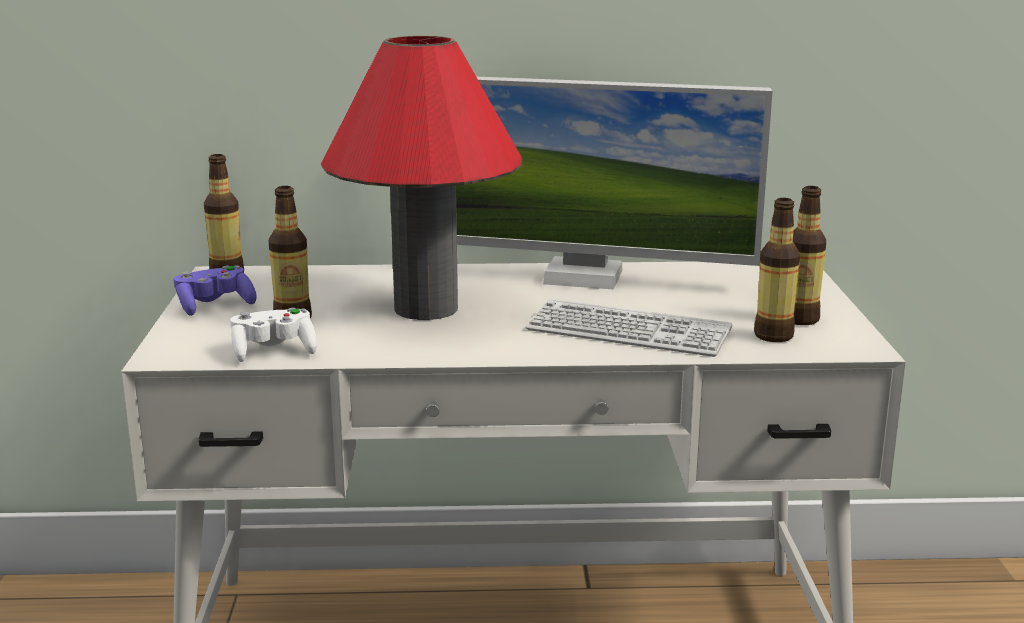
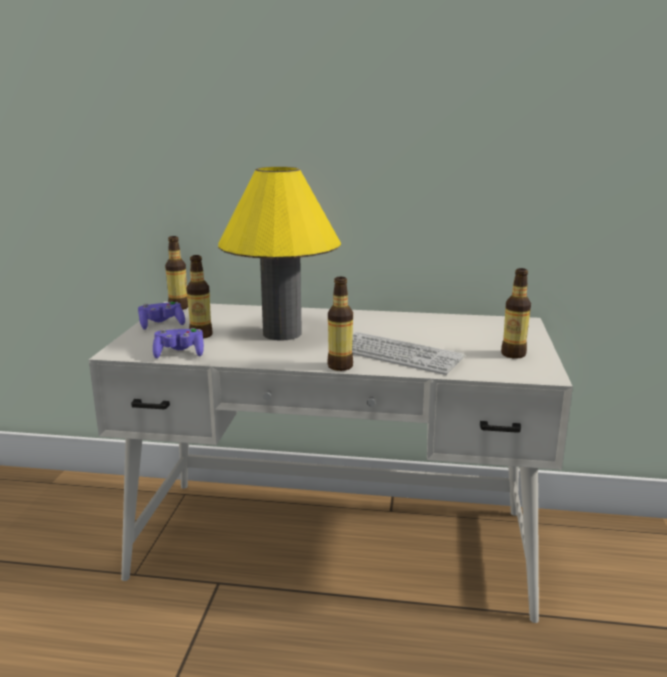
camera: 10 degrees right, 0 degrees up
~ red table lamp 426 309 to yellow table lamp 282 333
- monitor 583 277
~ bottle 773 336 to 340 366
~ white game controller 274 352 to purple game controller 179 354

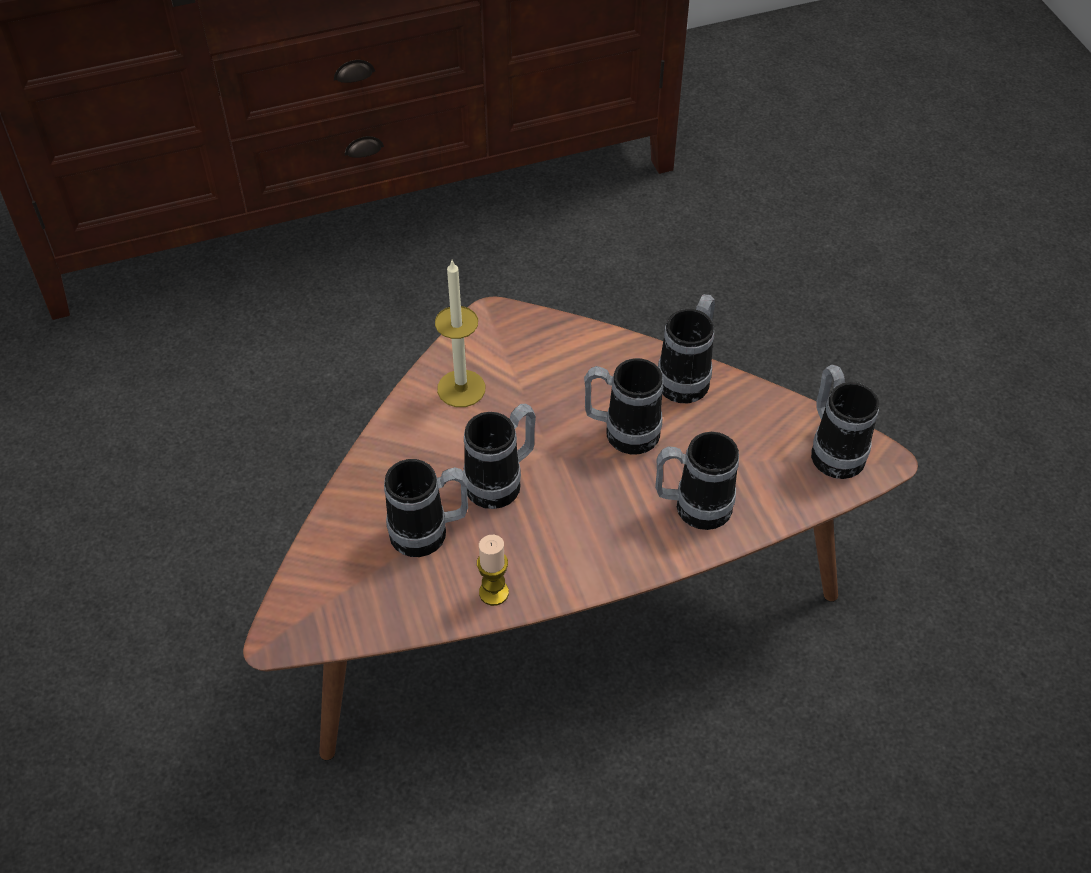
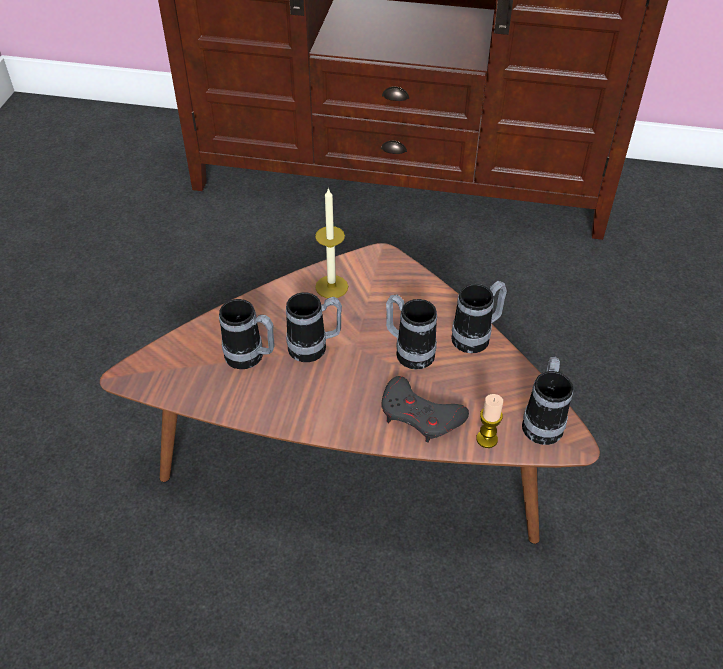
camera: 30 degrees right, 5 degrees down
~ mug 692 508 to grey game controller 420 415
~ candle 494 592 to 487 439

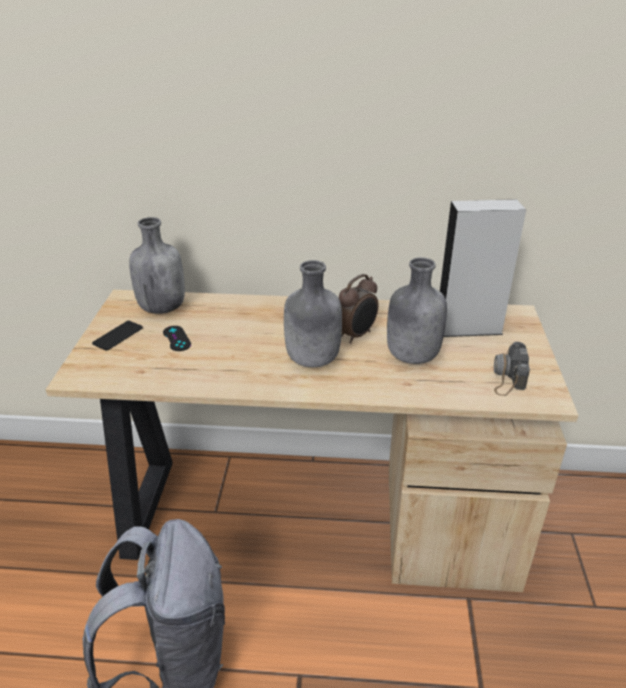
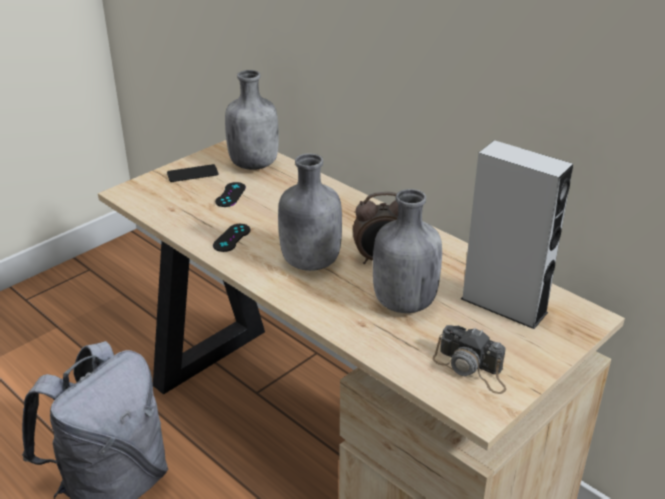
camera: 40 degrees right, 0 degrees up
~ photo camera 508 376 = 471 369 105 degrees counterclockwise
+ black game controller 232 238

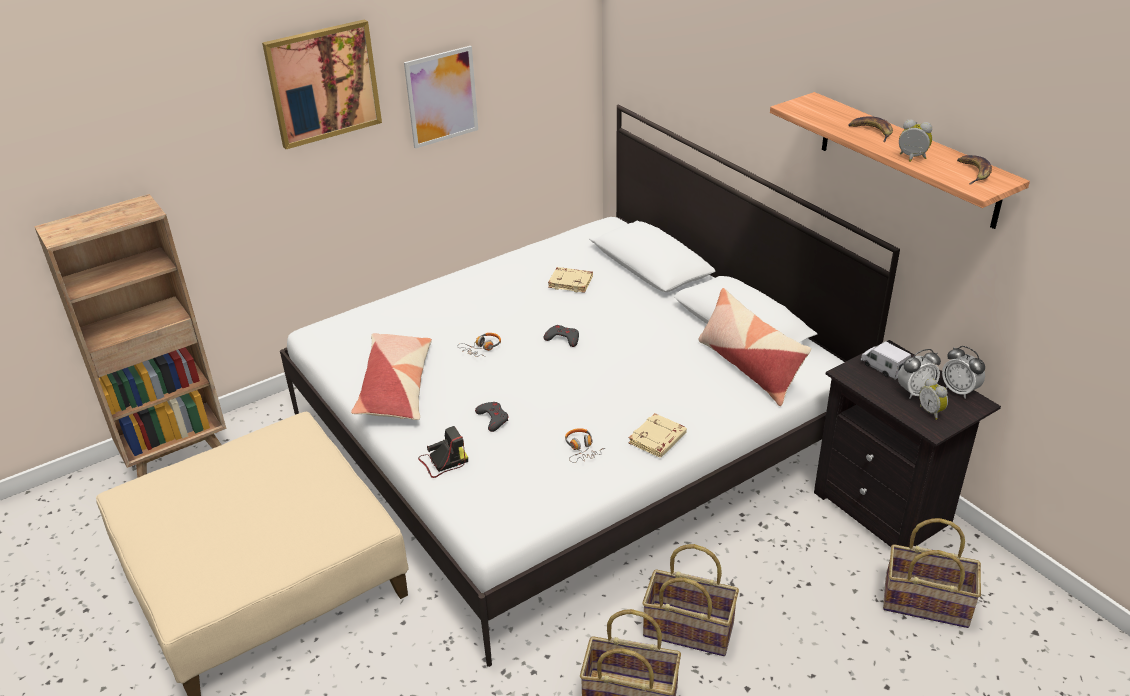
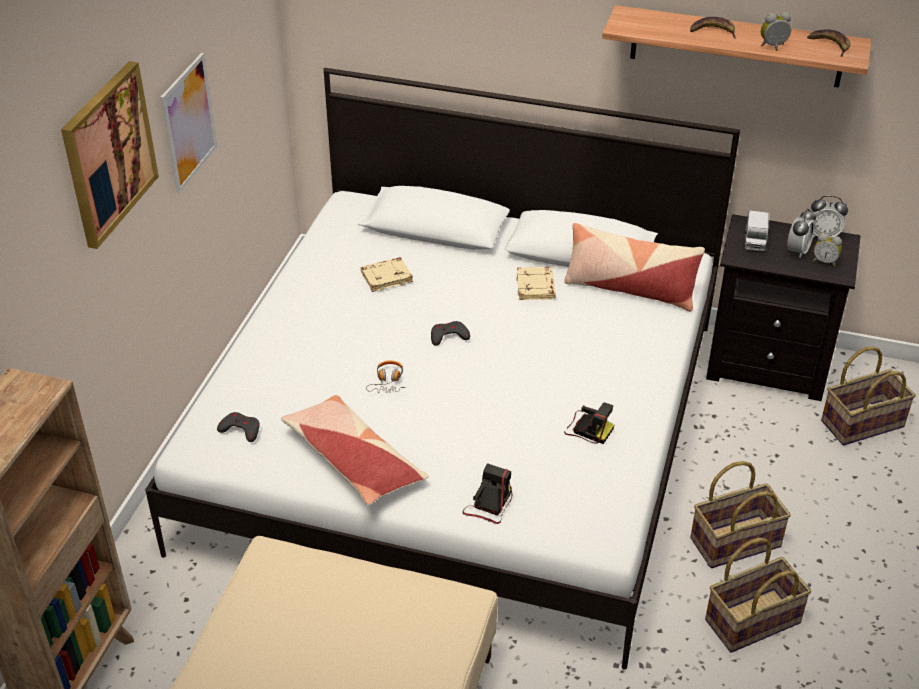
camera: 40 degrees left, 5 degrees up
~ toy truck 883 367 = 755 240 90 degrees counterclockwise
~ grey game controller 493 418 to 240 429
~ beige book 657 440 to 536 287
~ headphones 581 449 to photo camera 588 429

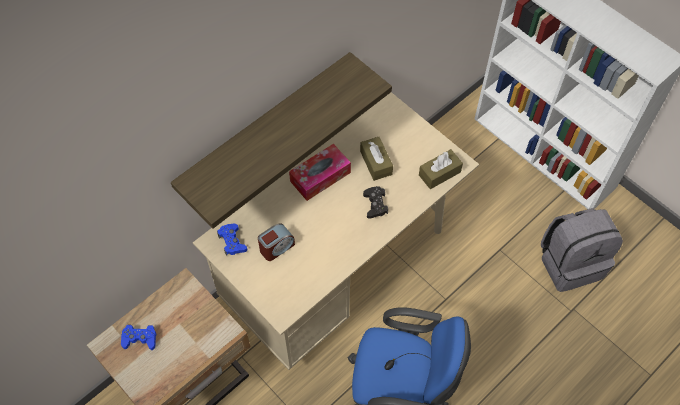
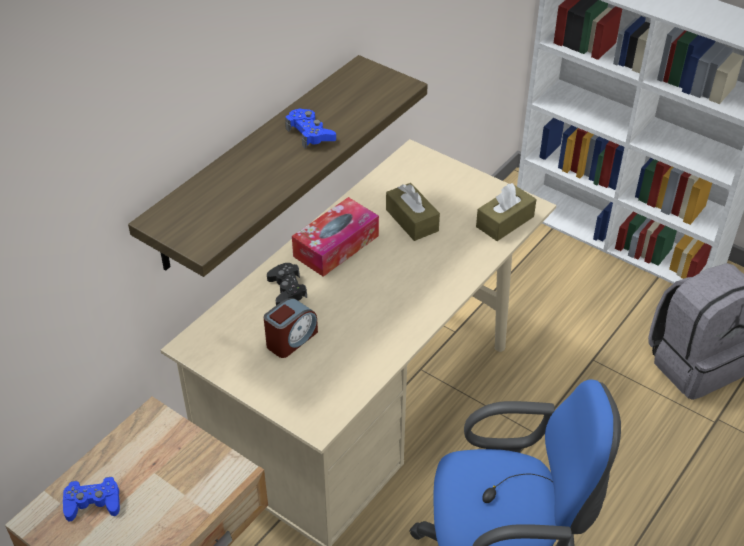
camera: 10 degrees left, 15 degrees down
~ black game controller 375 204 to 287 289
~ blue game controller 232 242 to 310 133

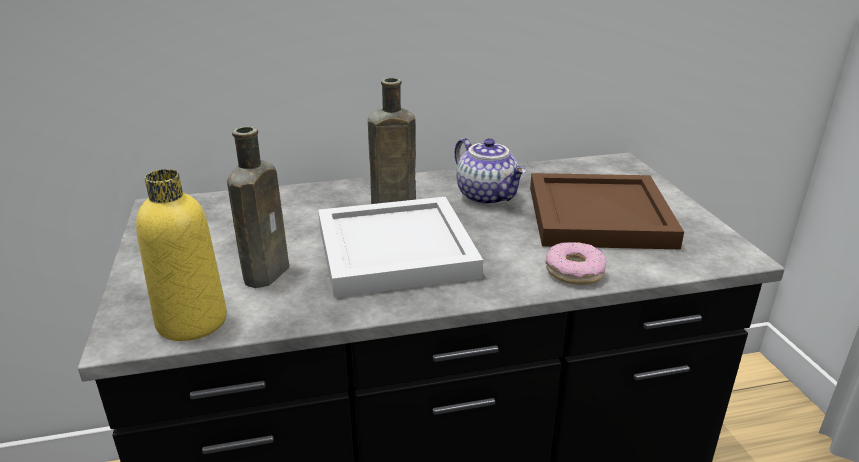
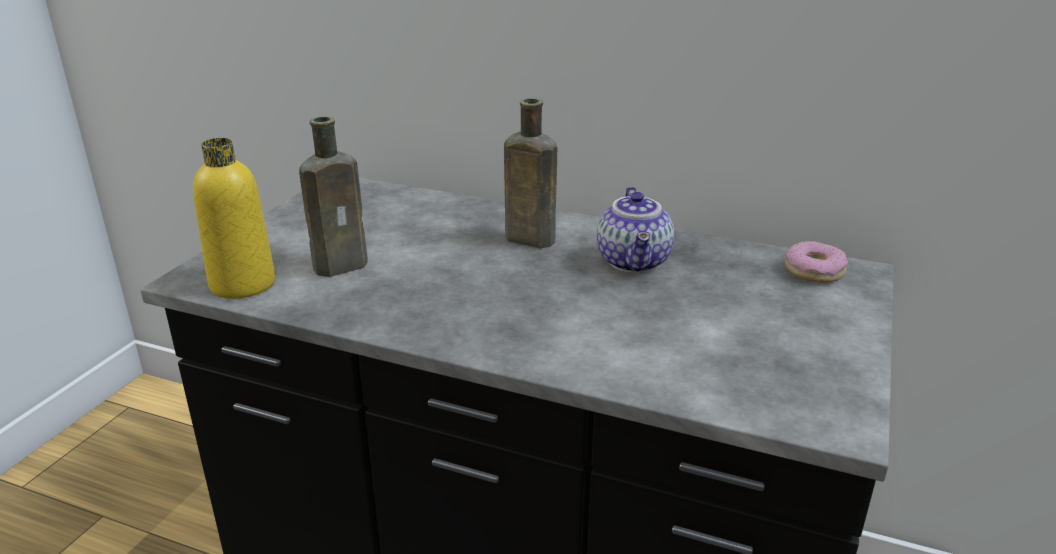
camera: 35 degrees right, 0 degrees up
- brown tray 600 215
- white tray 393 252
~ donut 575 271 to 814 271

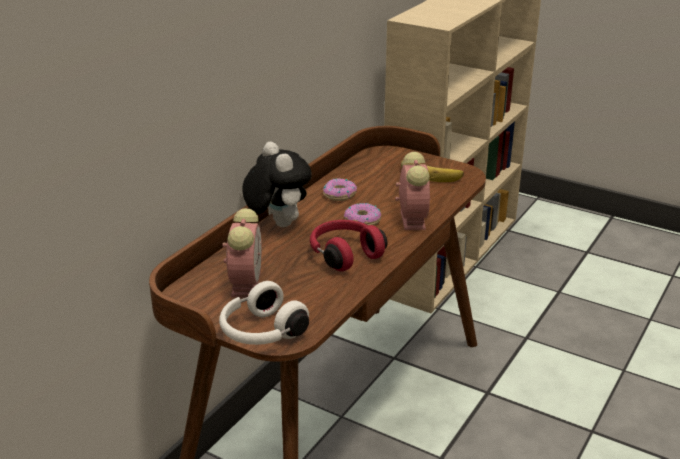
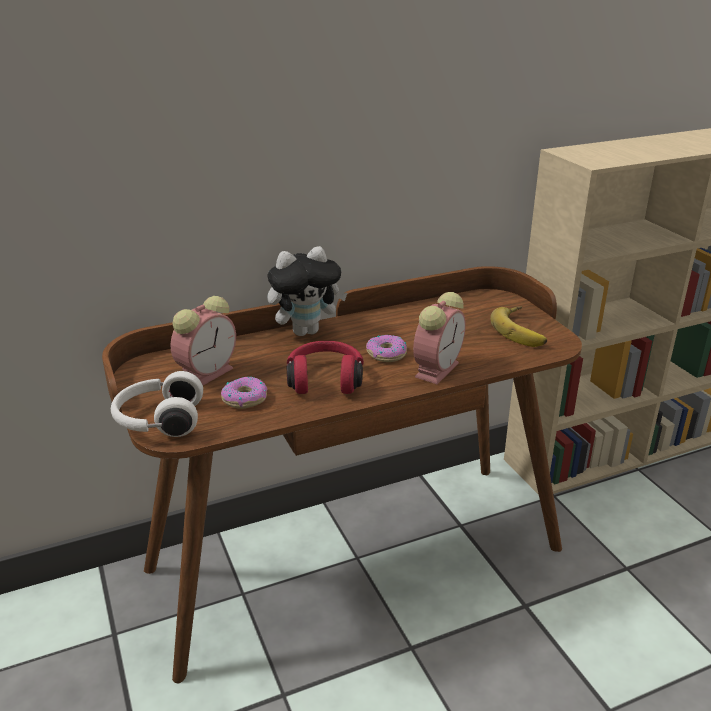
camera: 35 degrees right, 0 degrees up
~ plush toy 277 223 = 306 331 60 degrees clockwise
~ donut 339 194 to 245 398

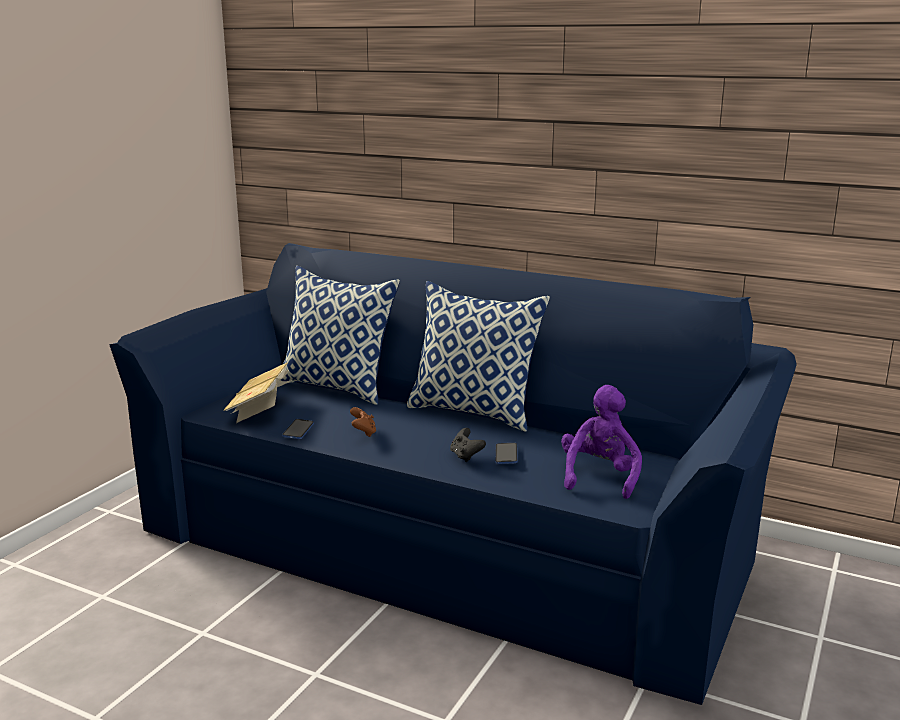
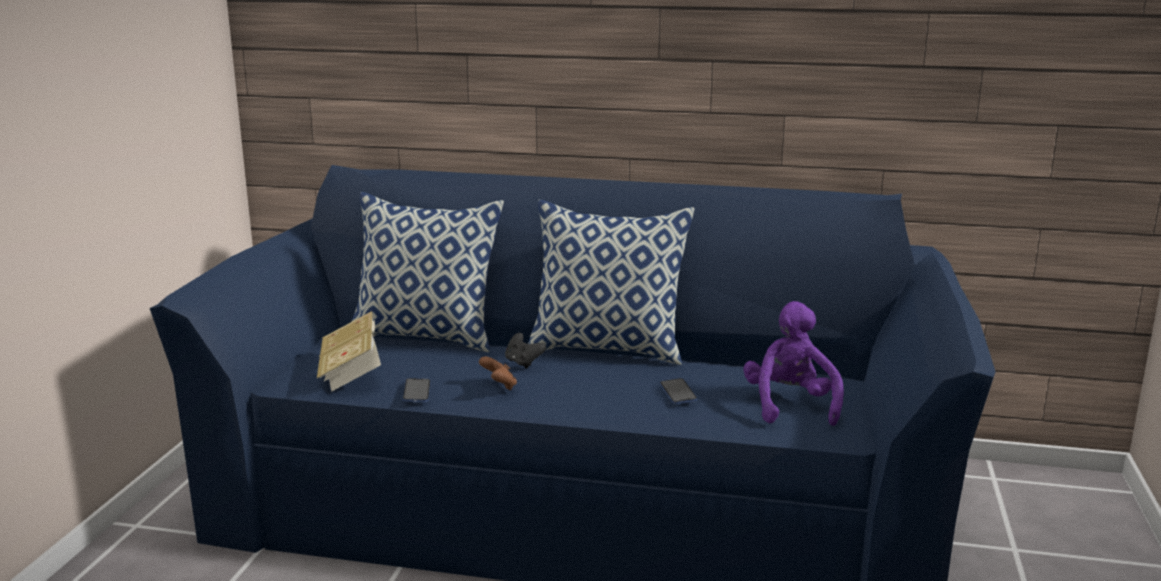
camera: 15 degrees left, 0 degrees up
~ black game controller 466 456 to 523 363

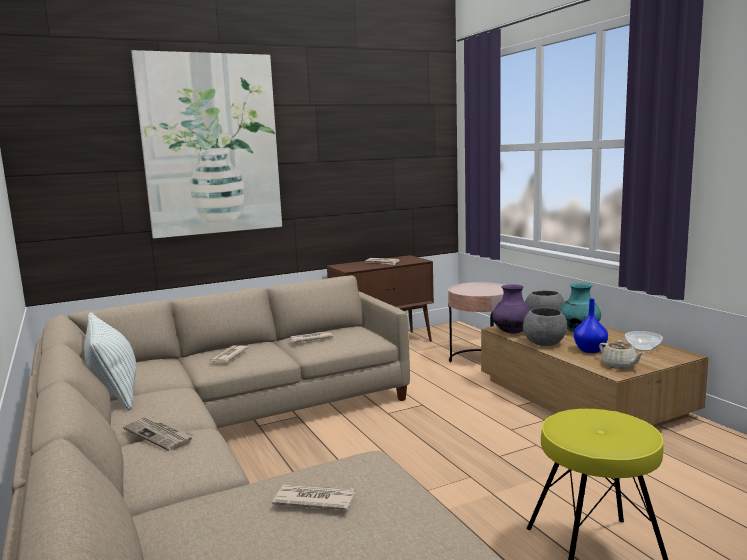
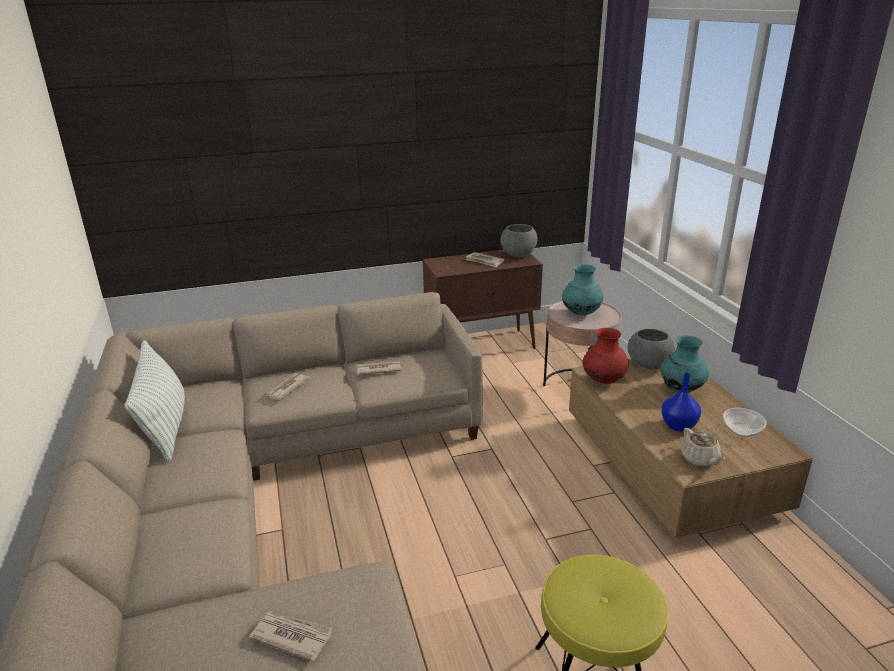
camera: 10 degrees right, 15 degrees up
- picture 211 145
~ purple vase 512 332 to red vase 604 381
~ grey bowl 544 343 to 518 255
- newspaper 160 435
+ turquoise vase 581 313

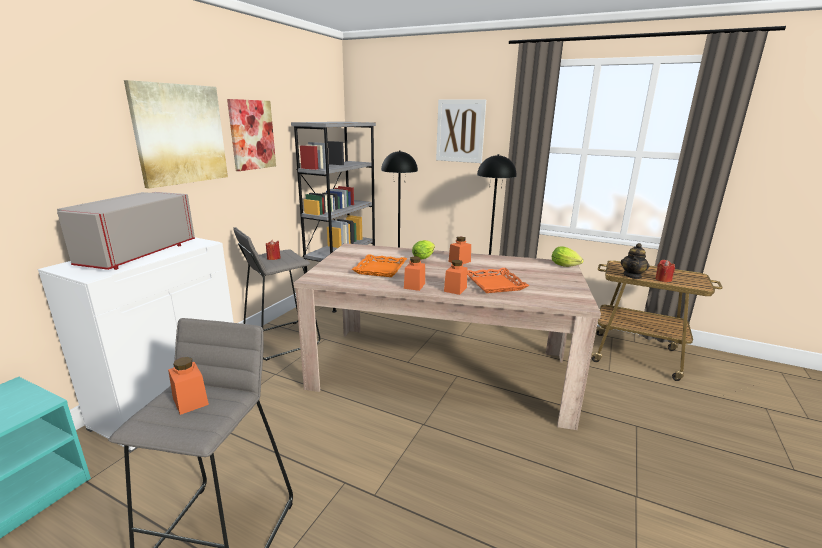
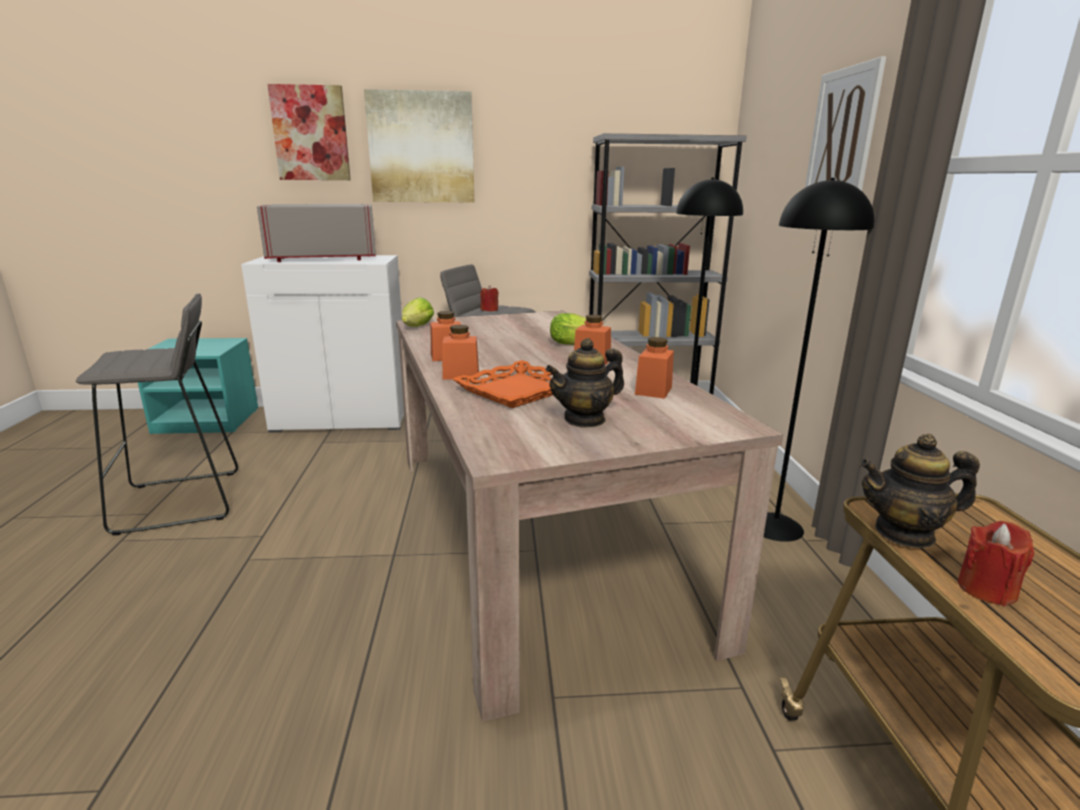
camera: 60 degrees right, 0 degrees up
~ picture 252 135 to 311 133
~ lettuce 566 266 to 416 327
- orange tray 380 269
~ orange jar 190 401 to 653 390
+ teapot 585 419

